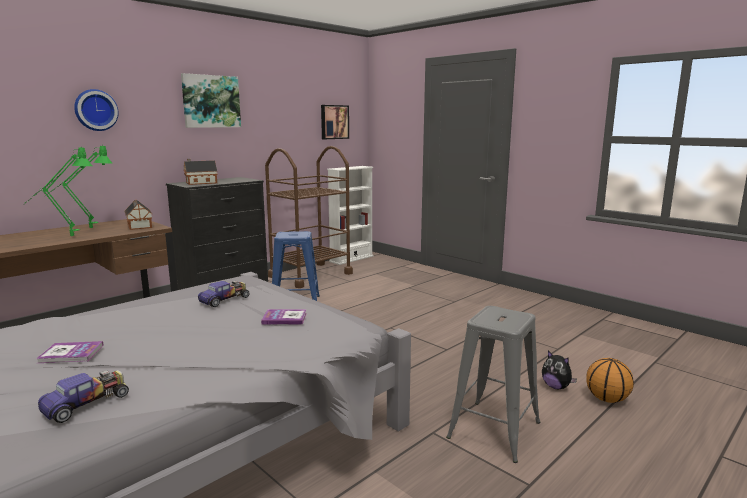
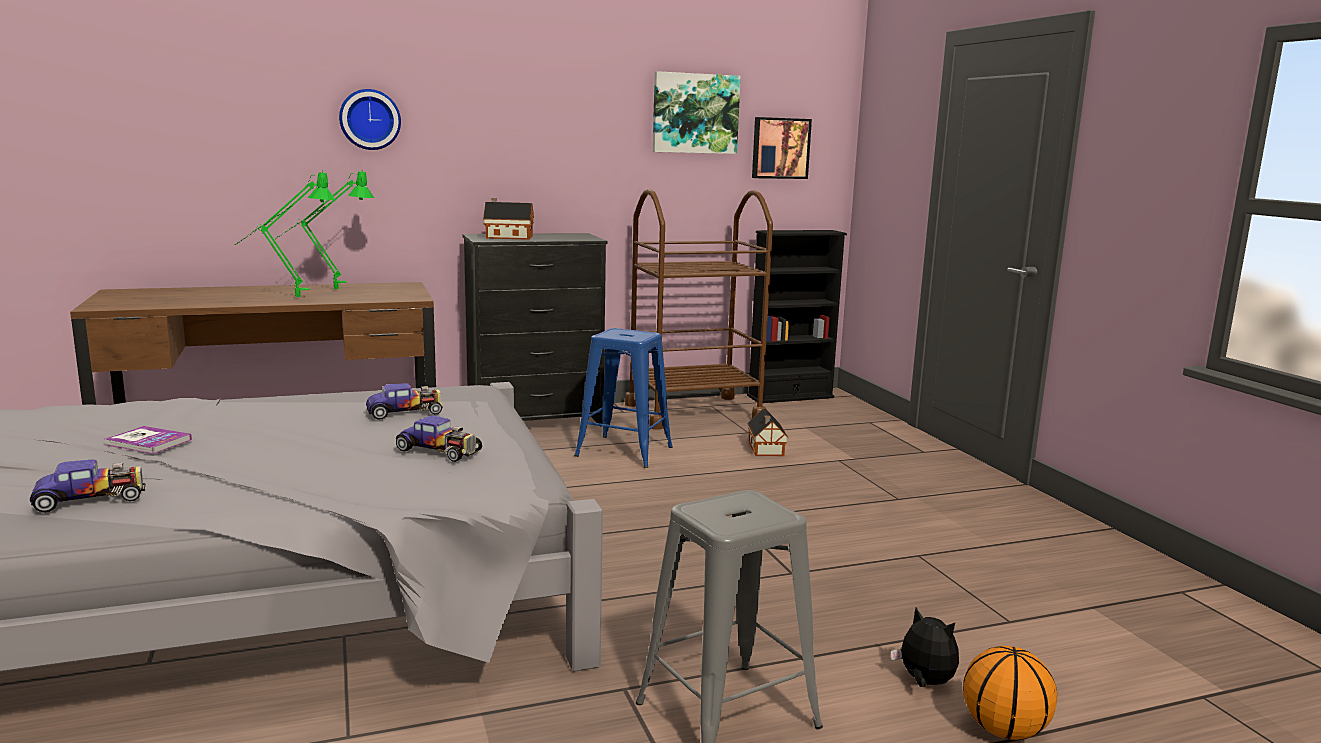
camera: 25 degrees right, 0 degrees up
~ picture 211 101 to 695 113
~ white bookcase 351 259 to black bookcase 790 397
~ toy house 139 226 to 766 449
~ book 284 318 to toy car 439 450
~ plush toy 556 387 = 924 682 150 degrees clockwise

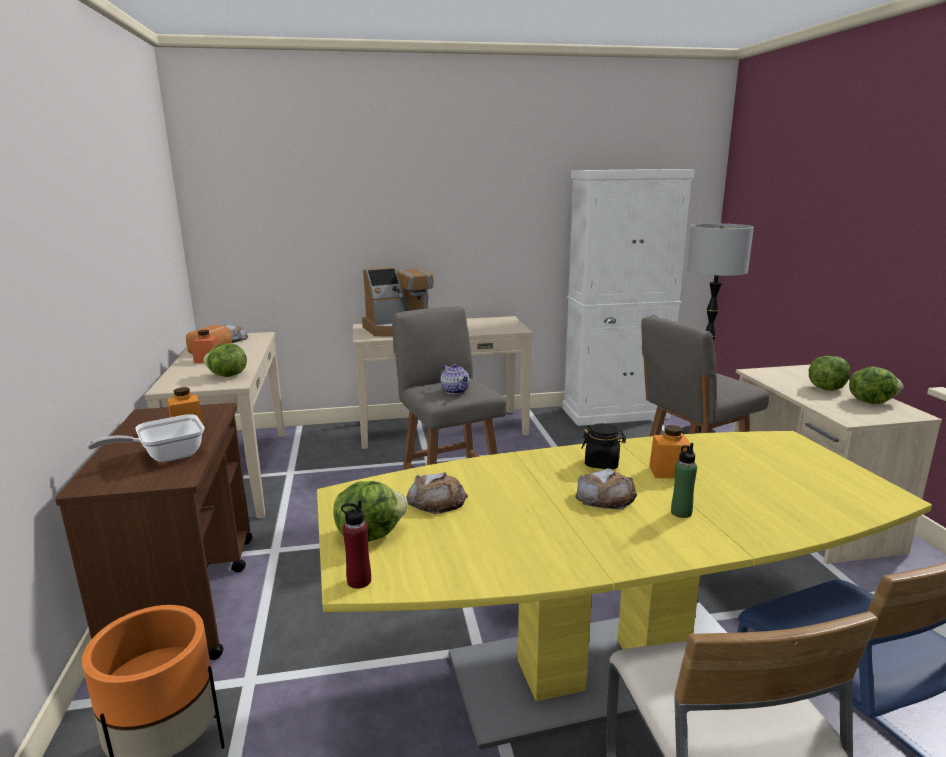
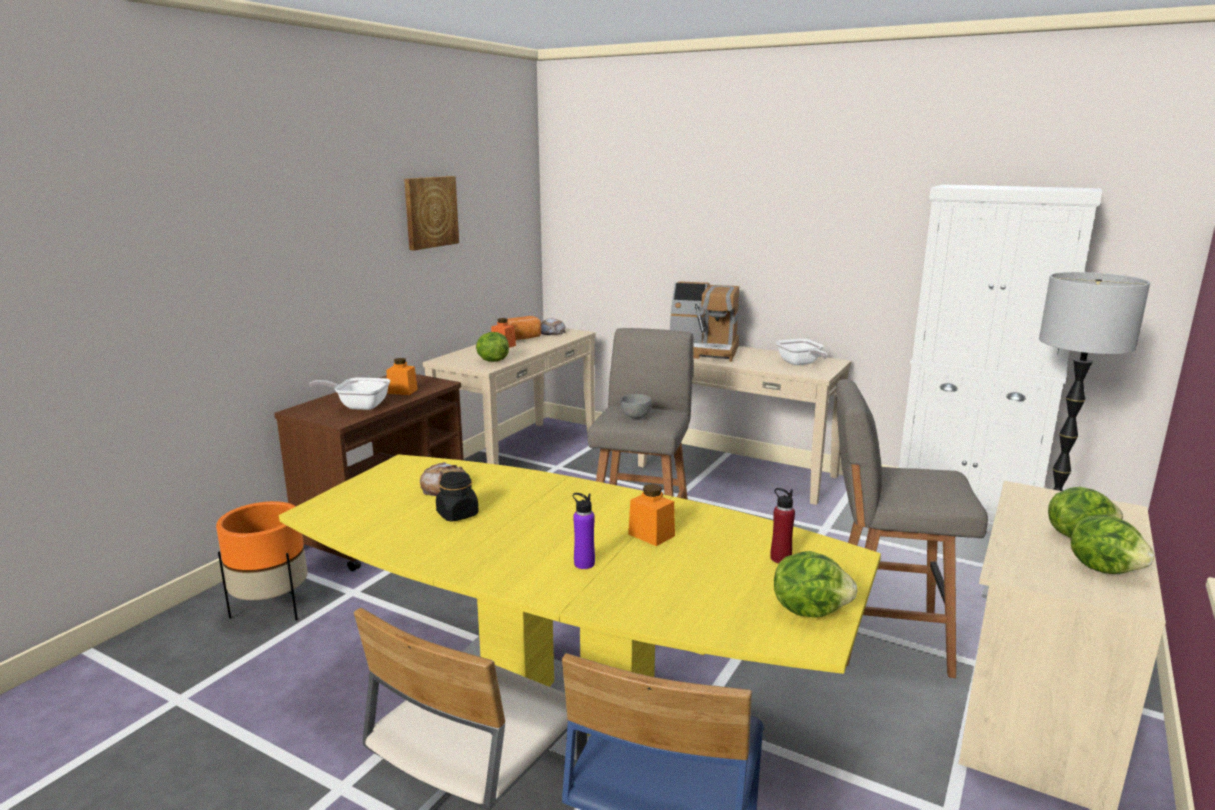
camera: 40 degrees right, 0 degrees up
~ teapot 455 391 to grey bowl 636 417
~ black jar 602 463 to 457 514
~ green bottle 681 512 to purple bottle 584 563
- bread 605 497
~ lettuce 369 534 to 809 610
~ red bottle 359 581 to 780 558
+ picture 430 212
+ frying pan 800 364

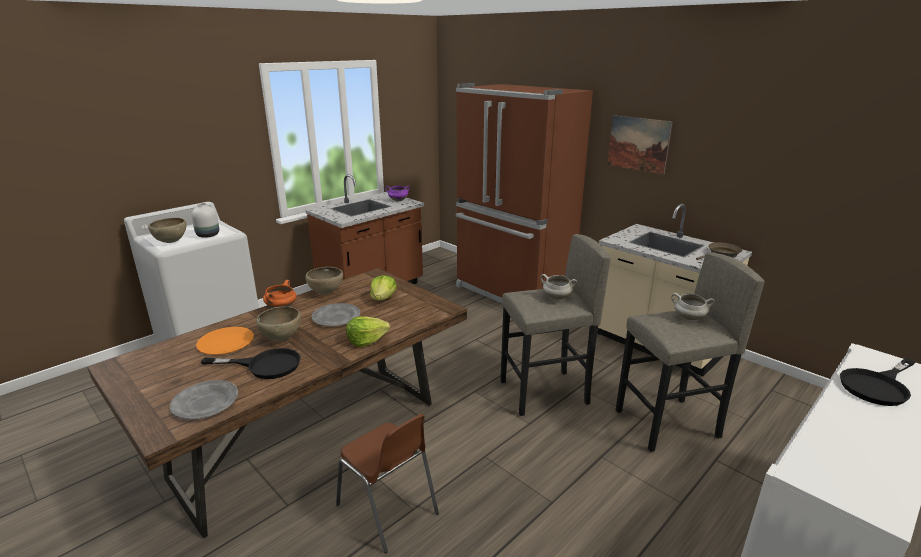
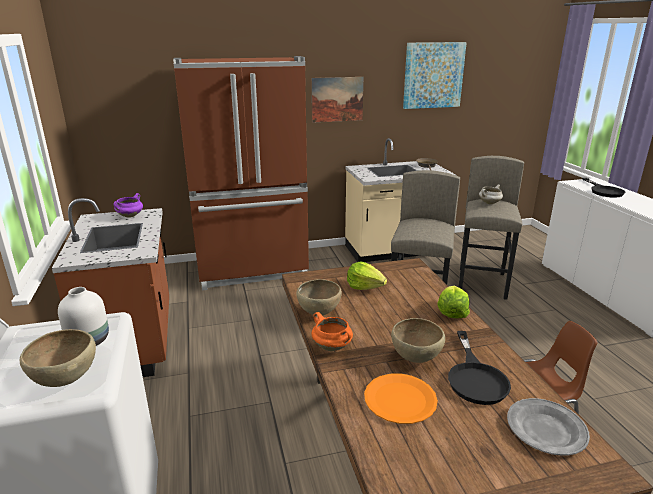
camera: 60 degrees left, 0 degrees up
- white cooking pot 556 297
- grey plate 336 317
~ black frying pan 265 365 = 475 377 150 degrees clockwise
+ picture 433 75

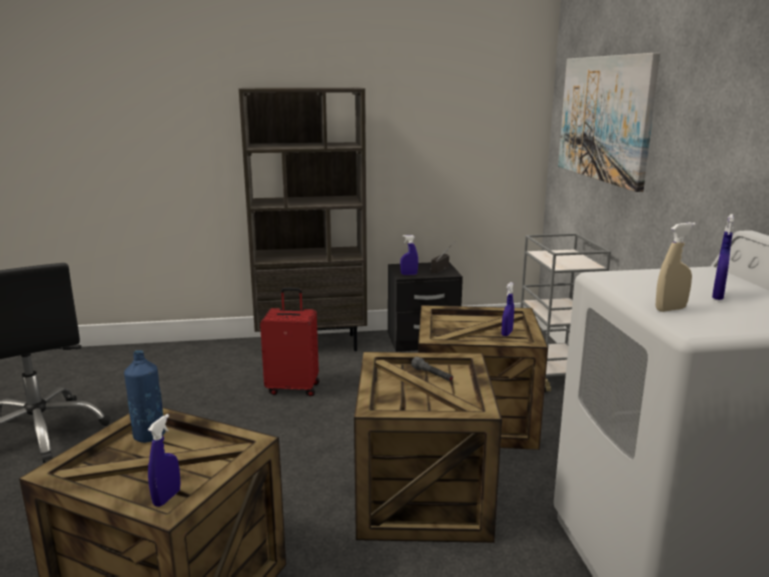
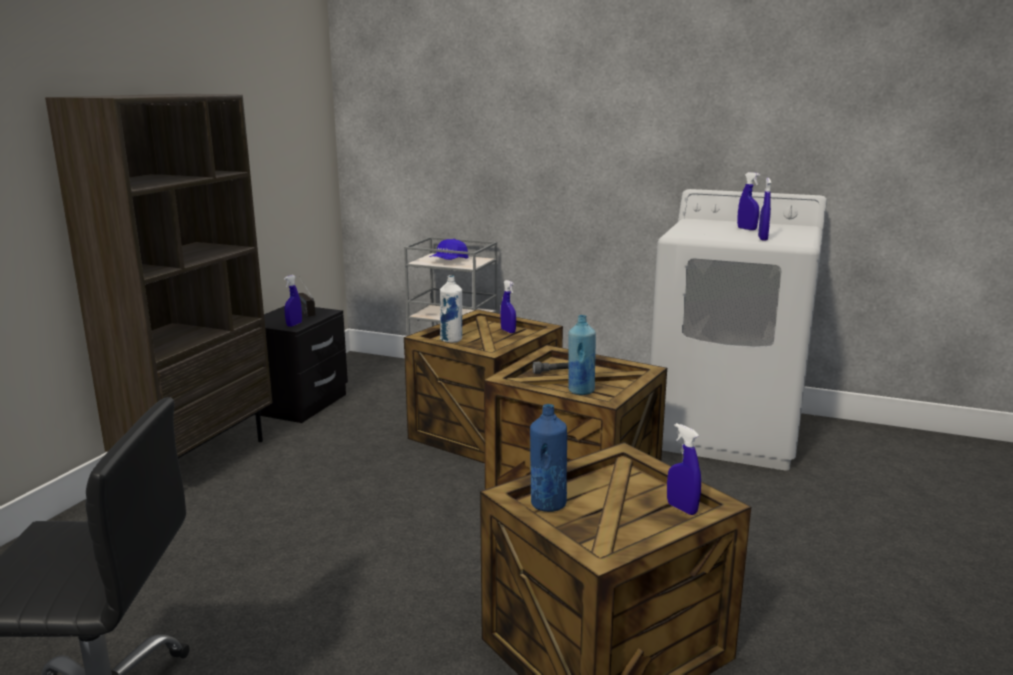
camera: 60 degrees left, 0 degrees up
- picture 604 118
~ beige spray bottle 670 309 to blue spray bottle 762 238
- red suitcase 293 388
+ blue cap 449 261
+ white bottle 451 340
+ blue bottle 580 391

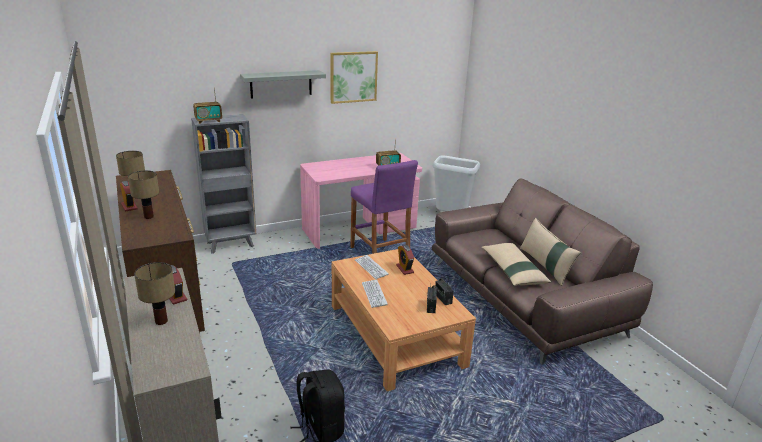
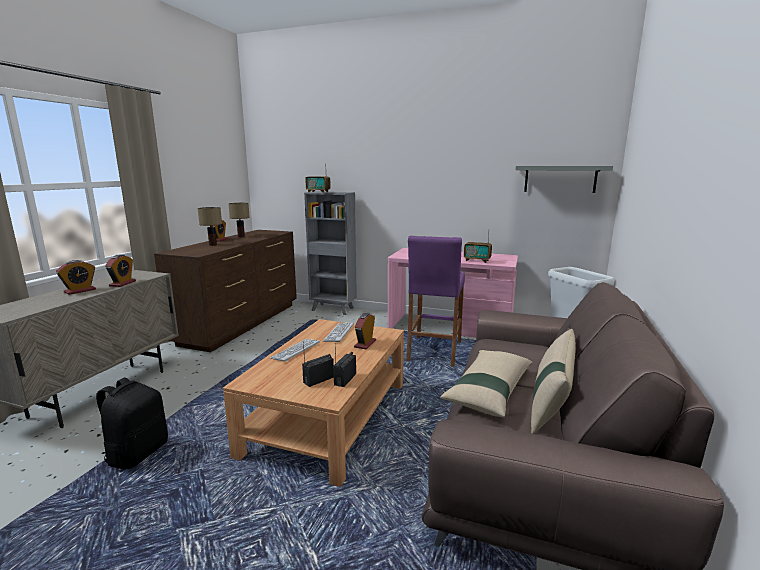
camera: 45 degrees right, 10 degrees down
- picture 353 77
~ grey shelf 281 84 to 560 179
~ table lamp 161 321 to alarm clock 80 291

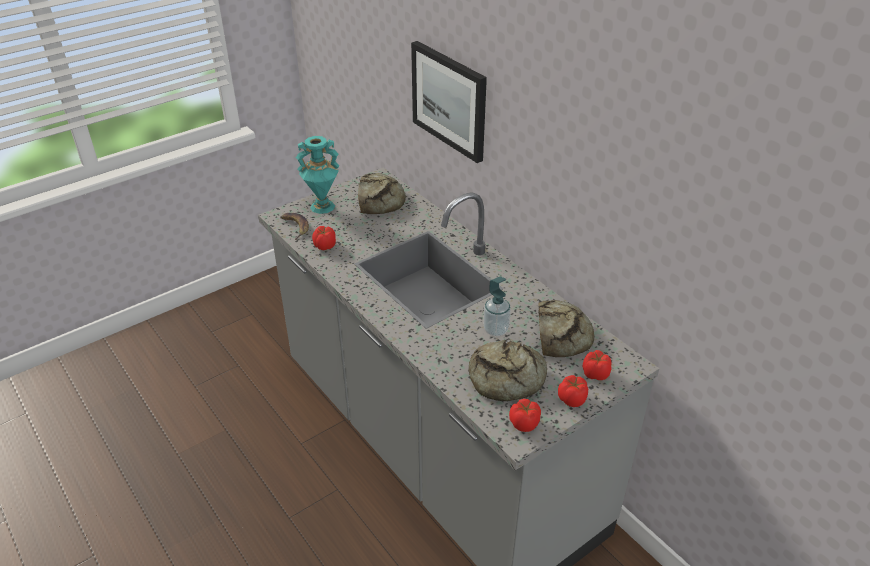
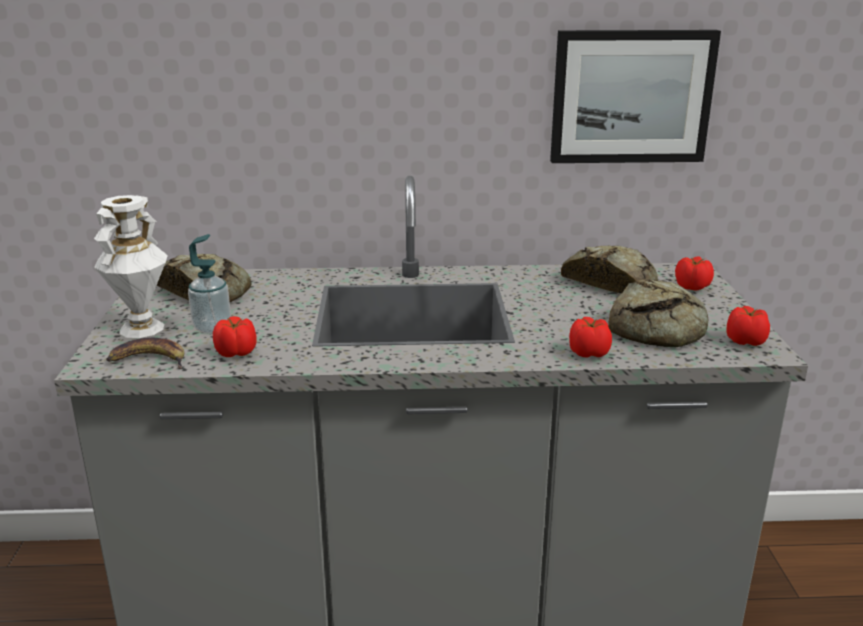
camera: 55 degrees left, 15 degrees down
~ picture 449 100 to 631 97
~ turquoise vase 322 207 to white vase 142 329
~ soap dispenser 495 330 to 212 328
~ tomato 572 399 to 588 353

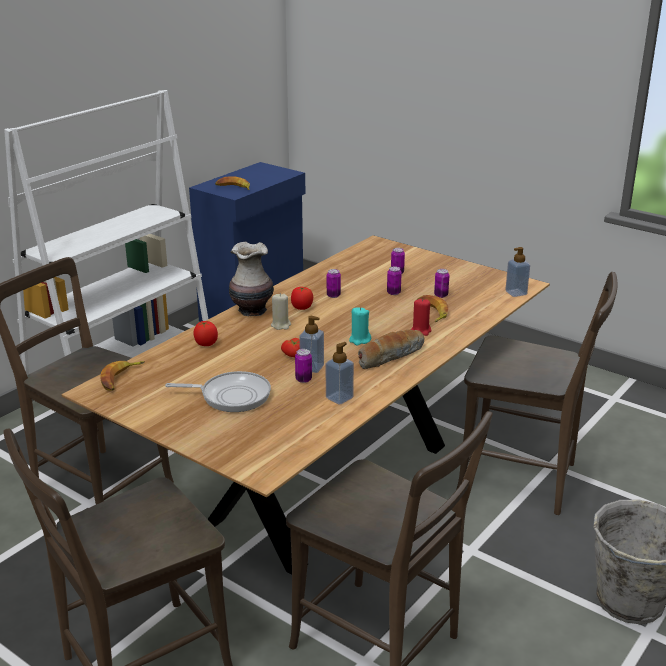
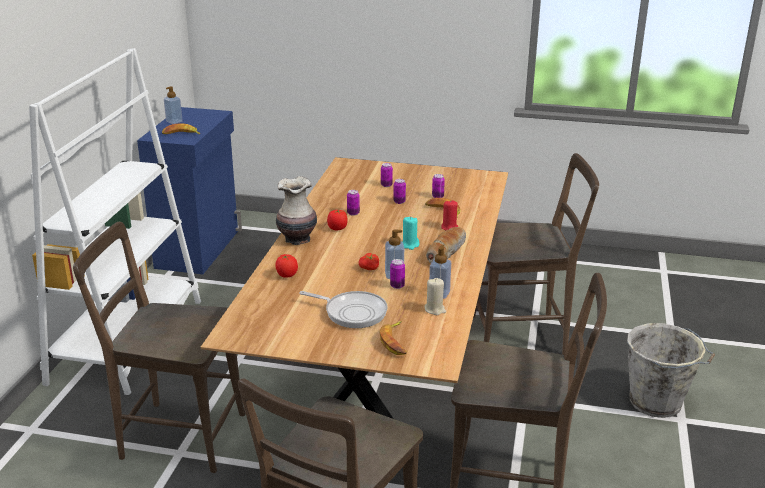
camera: 25 degrees left, 0 degrees up
~ soap dispenser 516 293 to 174 121
~ beige candle 281 325 to 435 309
~ banana 120 378 to 395 342
~ frying pan 231 396 = 352 312 45 degrees clockwise

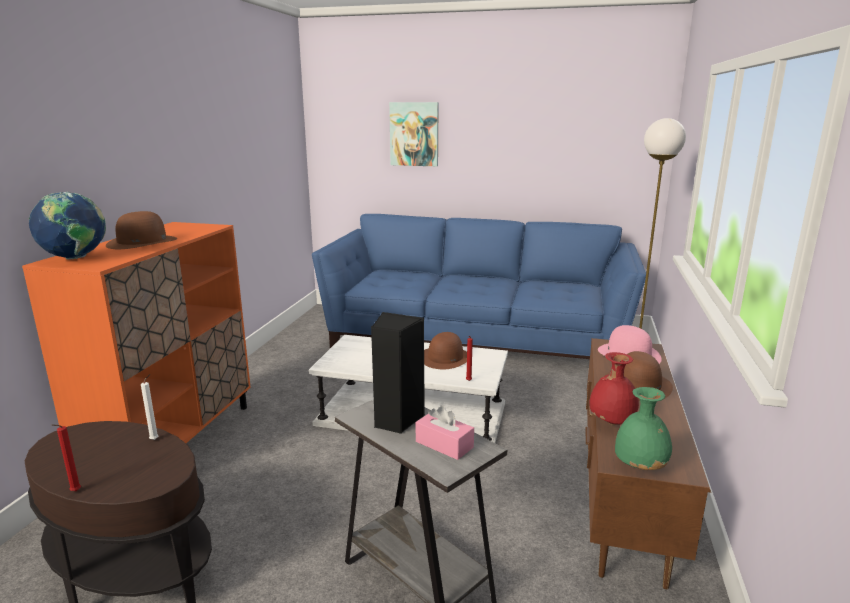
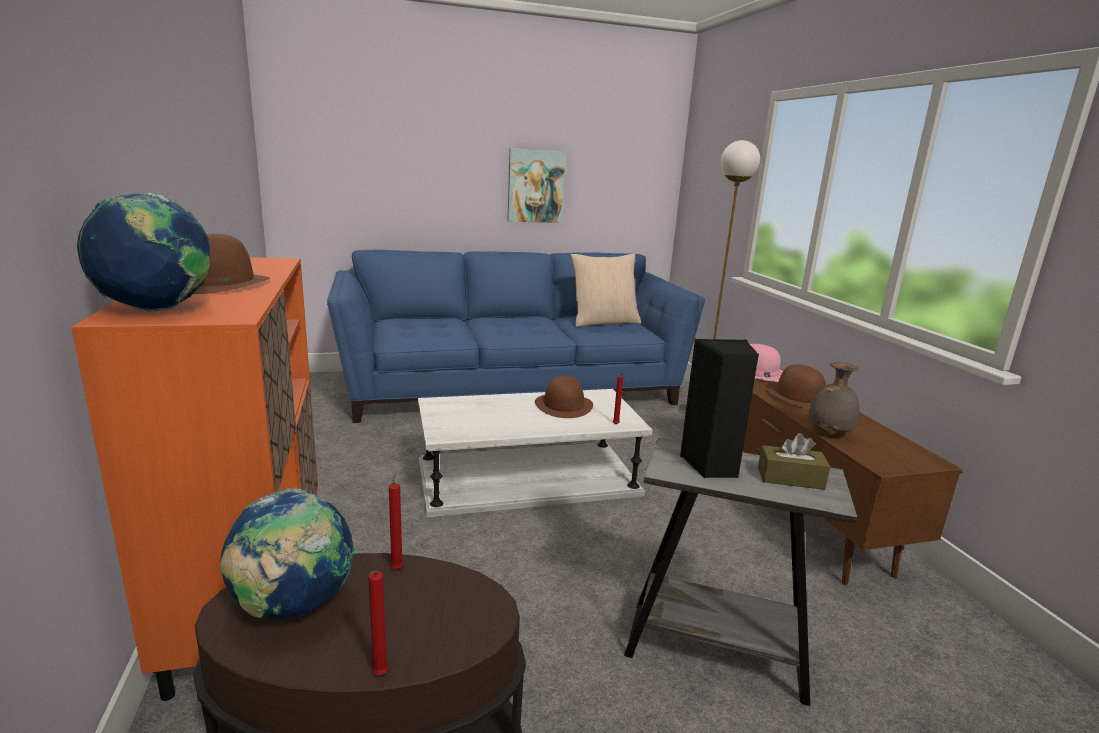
camera: 30 degrees left, 0 degrees up
~ picture 414 134 to 535 186
~ red vase 611 422 to grey vase 828 432
~ white candle 155 439 to red candle 397 568
- green vase 641 466
~ pink tissue box 444 444 to brown tissue box 790 478
+ beige pillow 603 322
+ globe 293 608

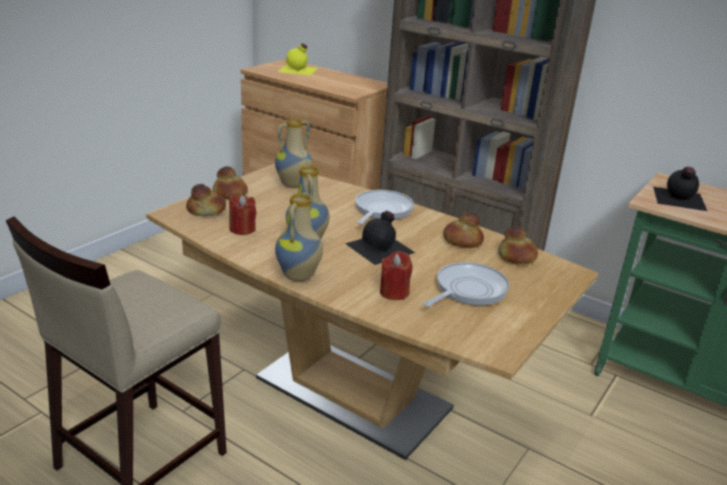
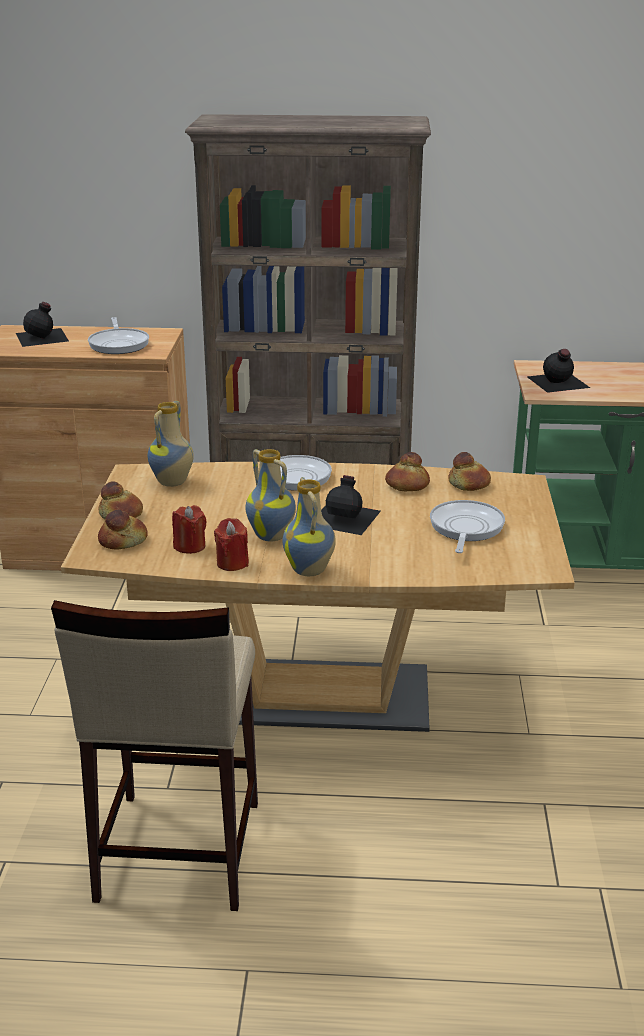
camera: 30 degrees left, 0 degrees up
~ yellow bottle 298 70 to black bottle 43 337
~ red candle 394 292 to 232 563
+ frying pan 119 344

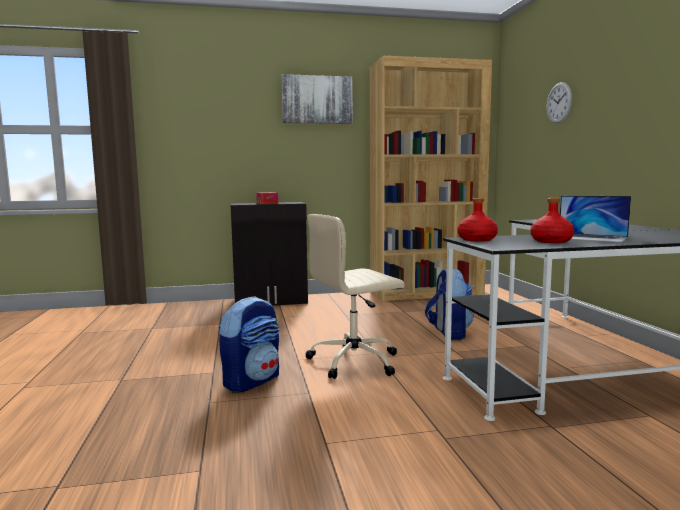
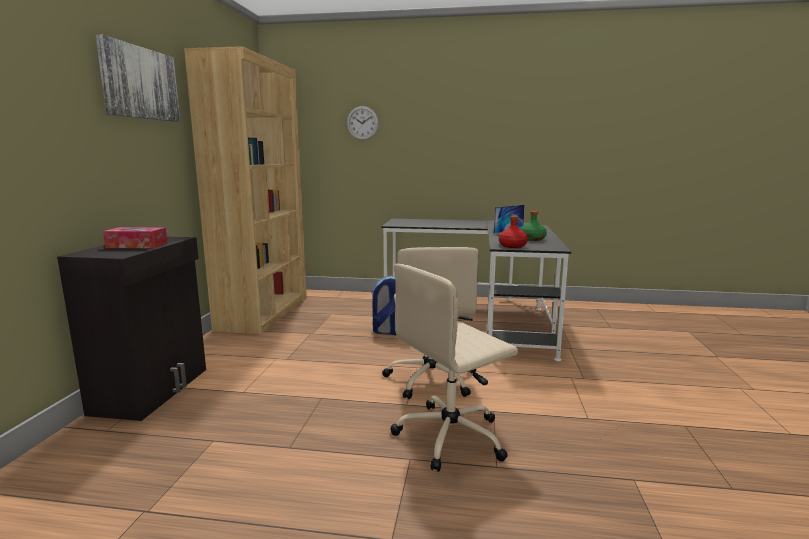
camera: 70 degrees left, 5 degrees up
~ red bottle 551 241 to green bottle 532 239
~ backpack 252 381 to beige office chair 452 436

